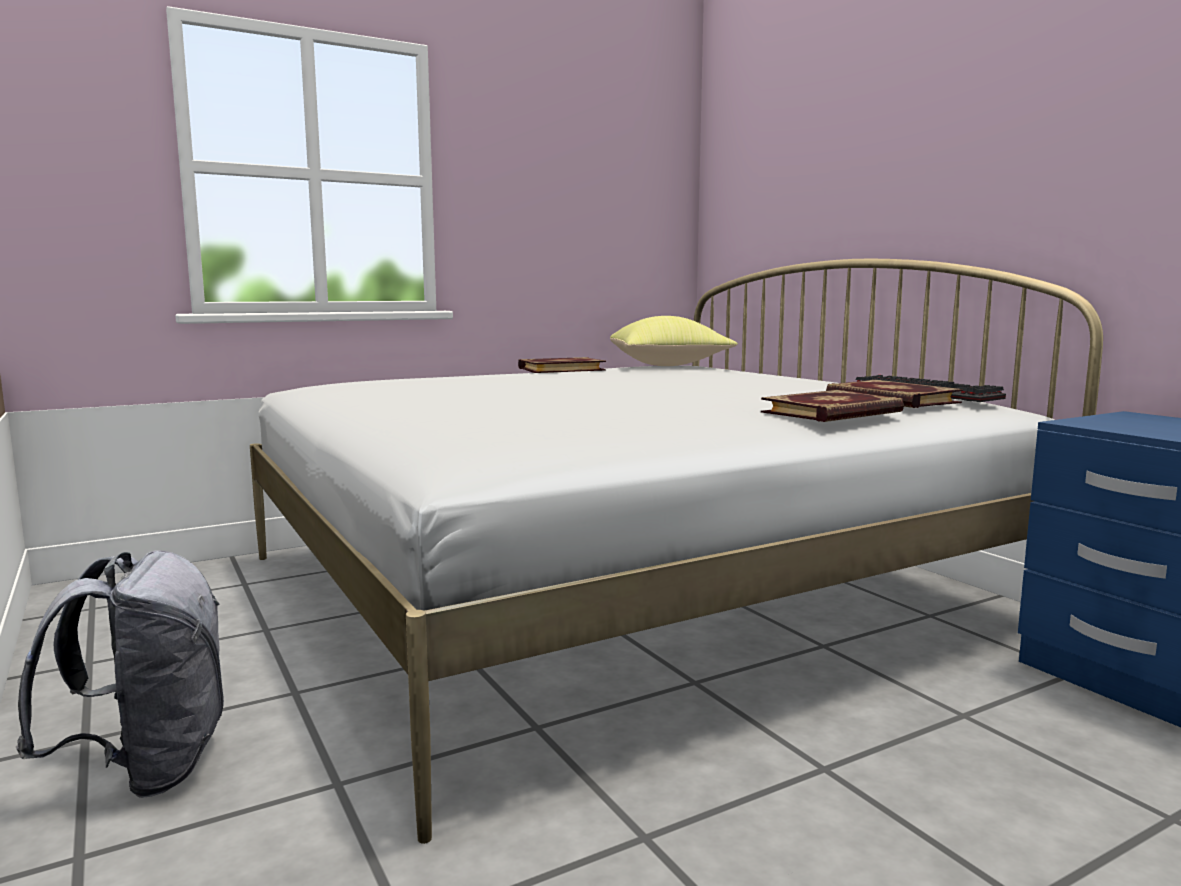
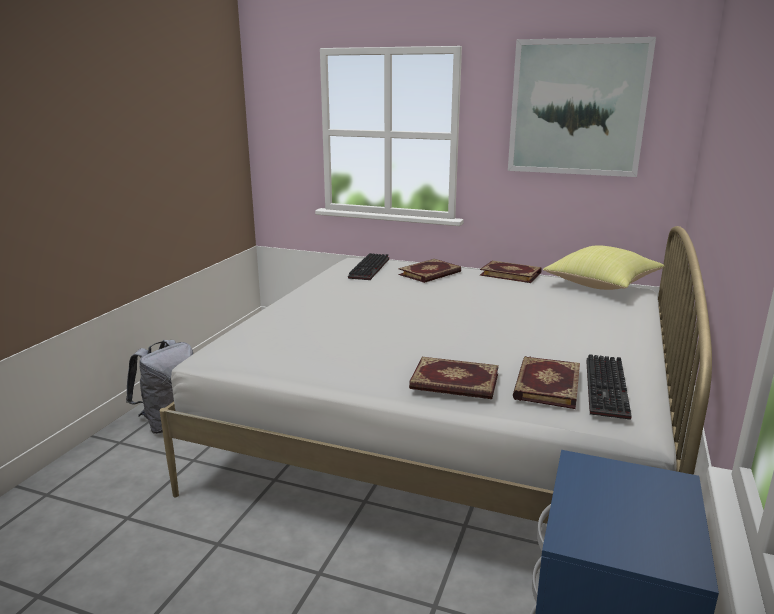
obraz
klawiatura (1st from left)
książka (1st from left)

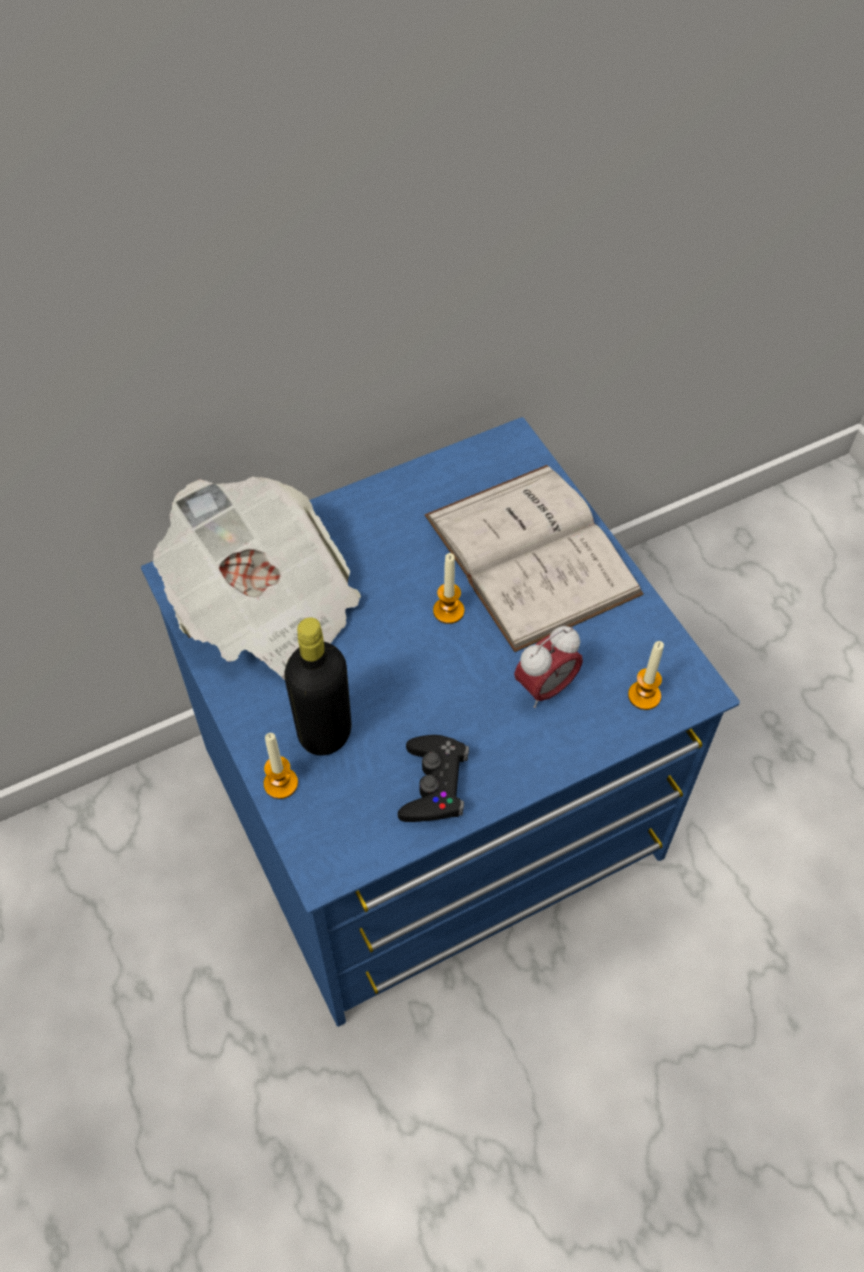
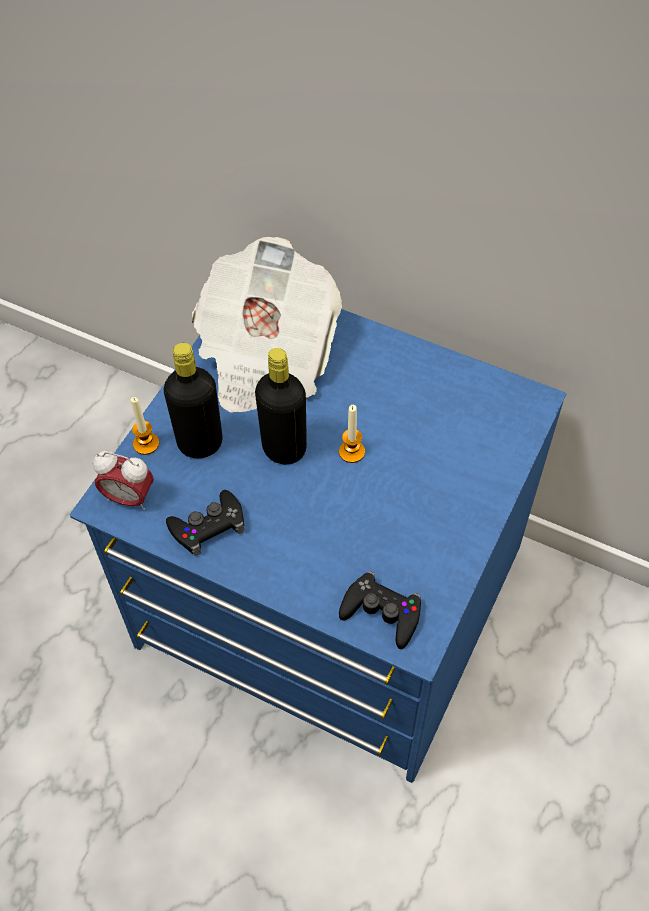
książka (biały)
budzik
pad do gier (czarny) (2nd from left)
butelka (czarny) (2nd from left)

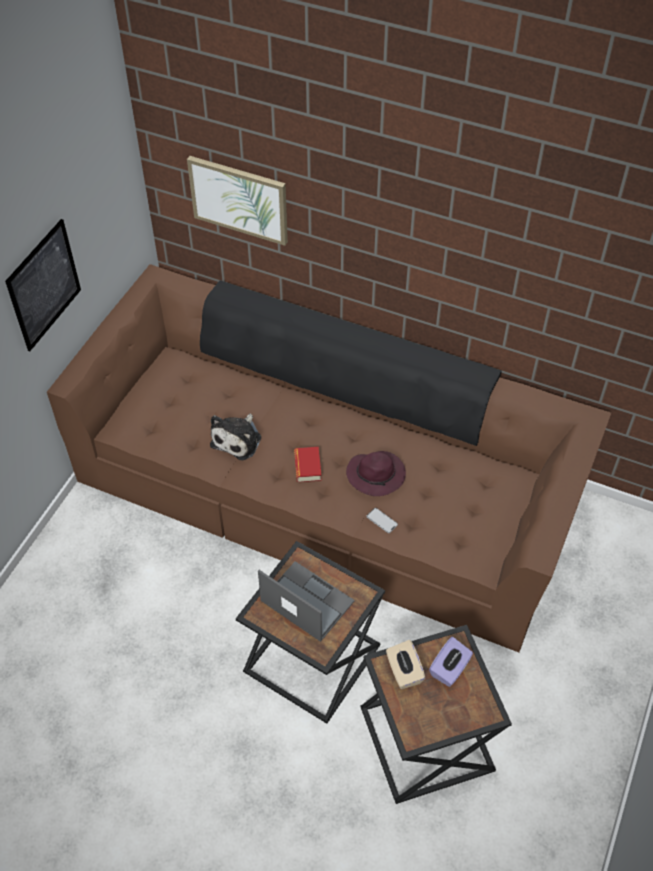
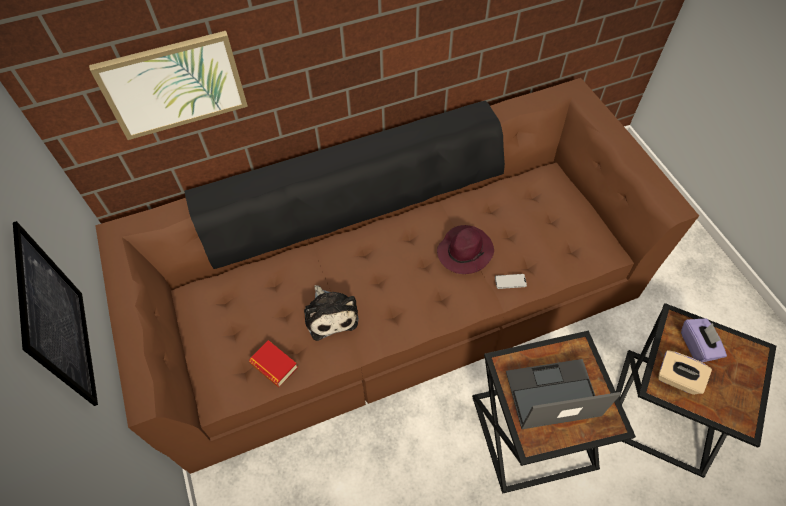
książka

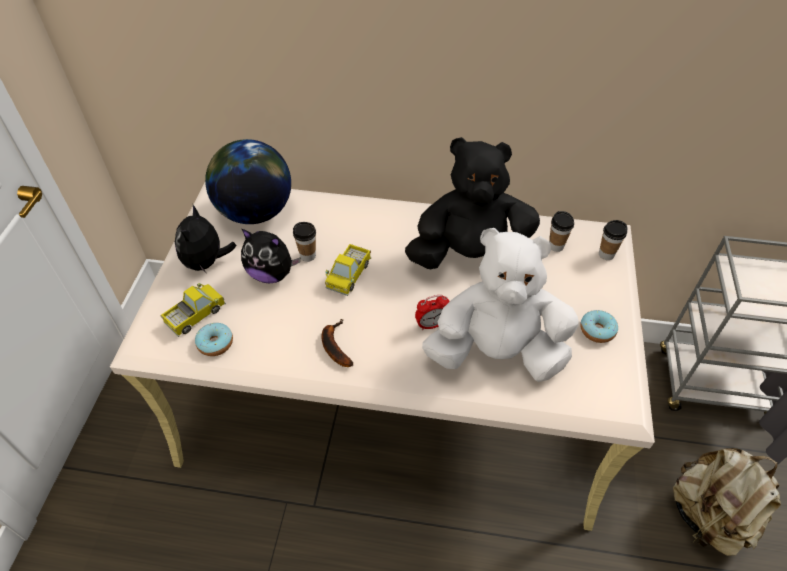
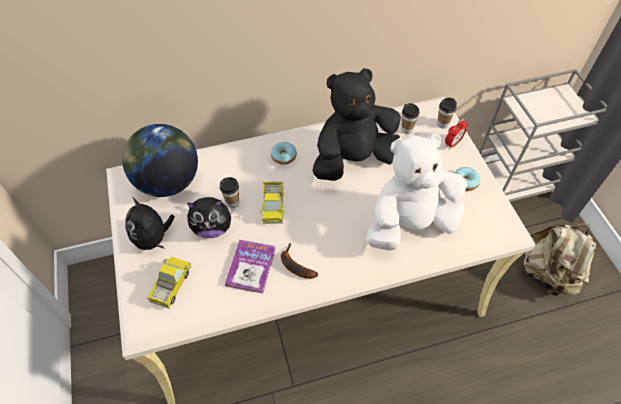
budzik
donut (1st from left)
książka

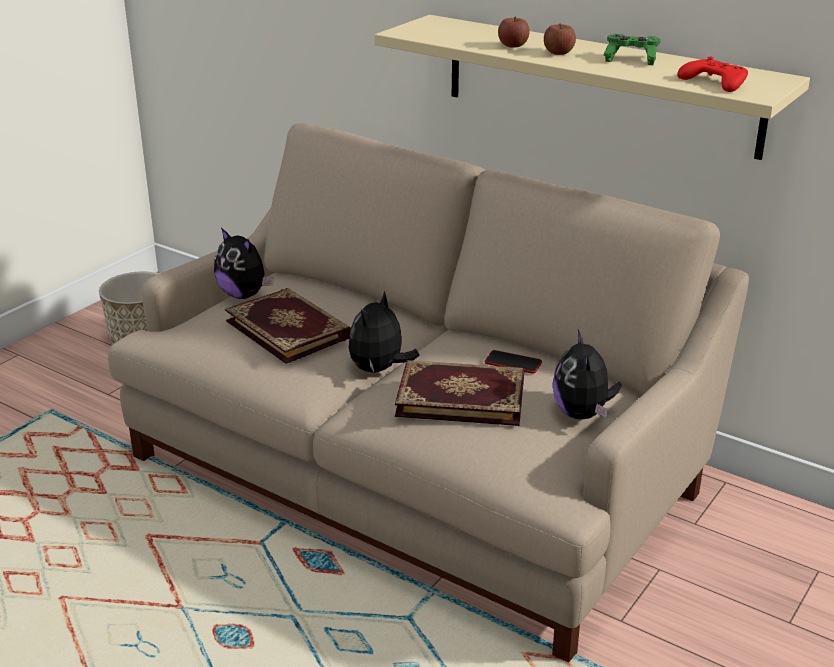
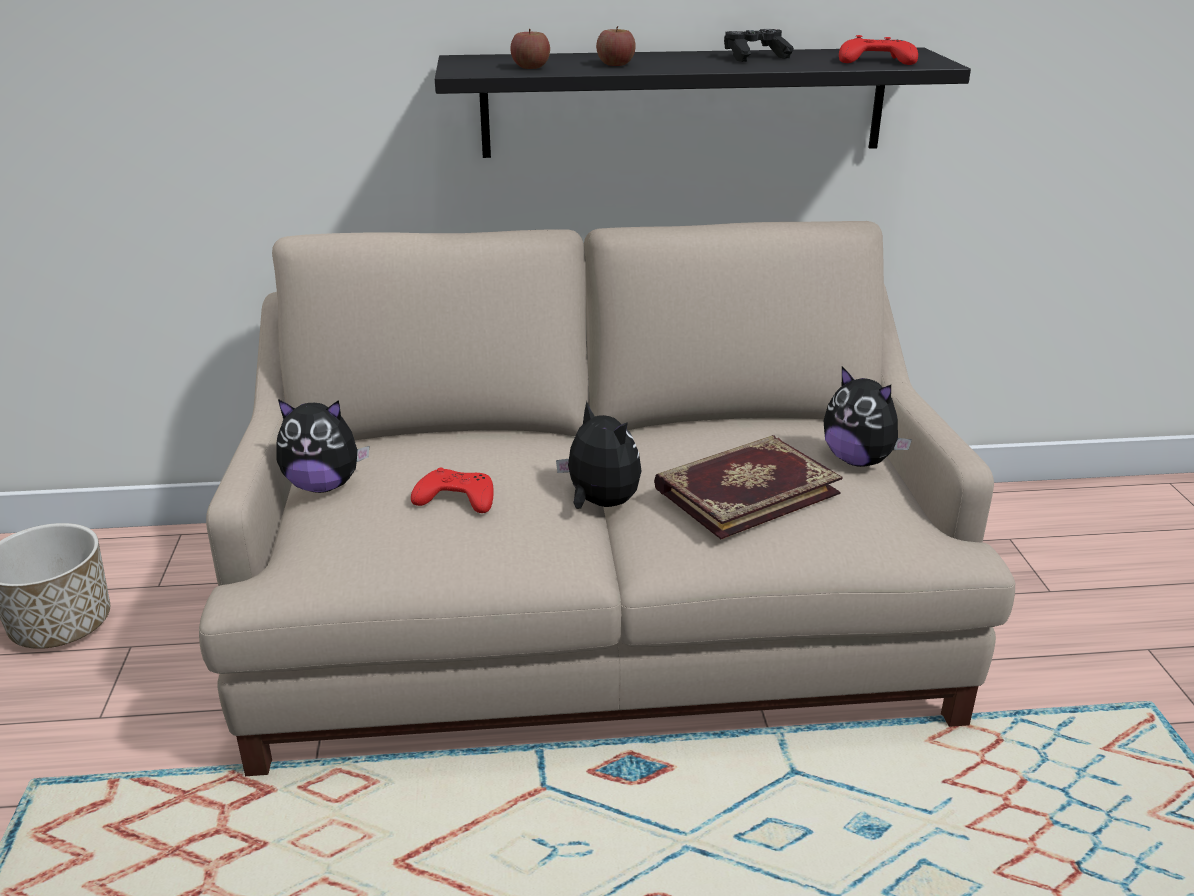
półka (czarny)
jabłko (1st from left)
pad do gier (czarny)
pad do gier (czerwony) (1st from left)
pluszak (2nd from left)
telefon

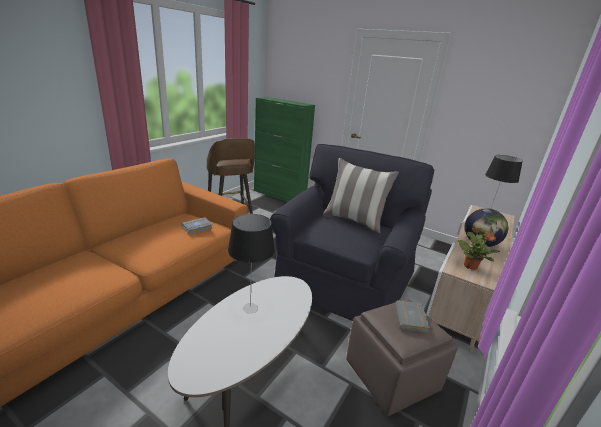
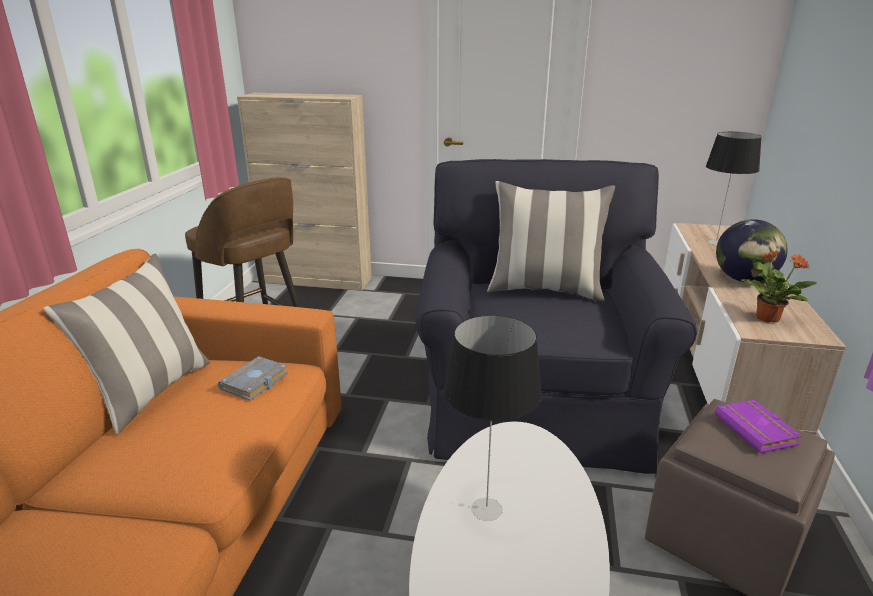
szafka (beżowy)
książka (fioletowy)
poduszka (1st from left)

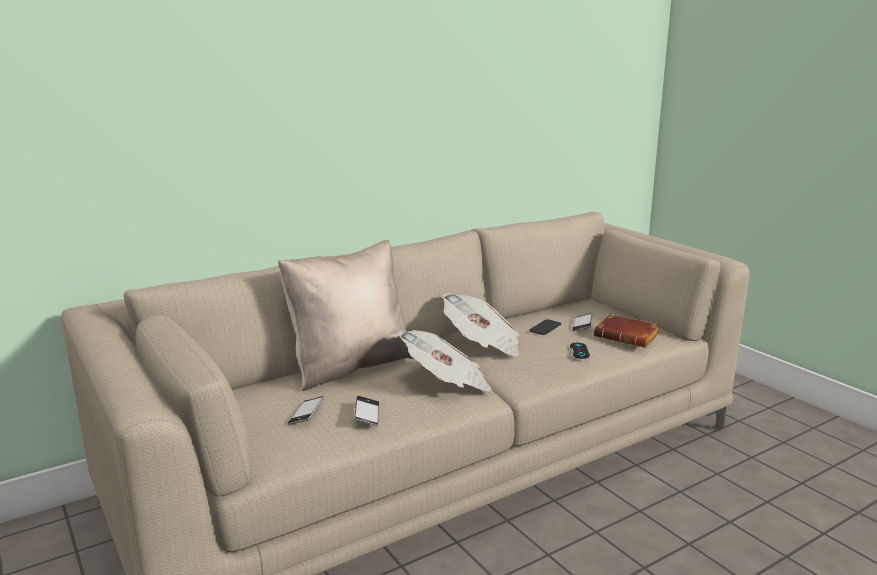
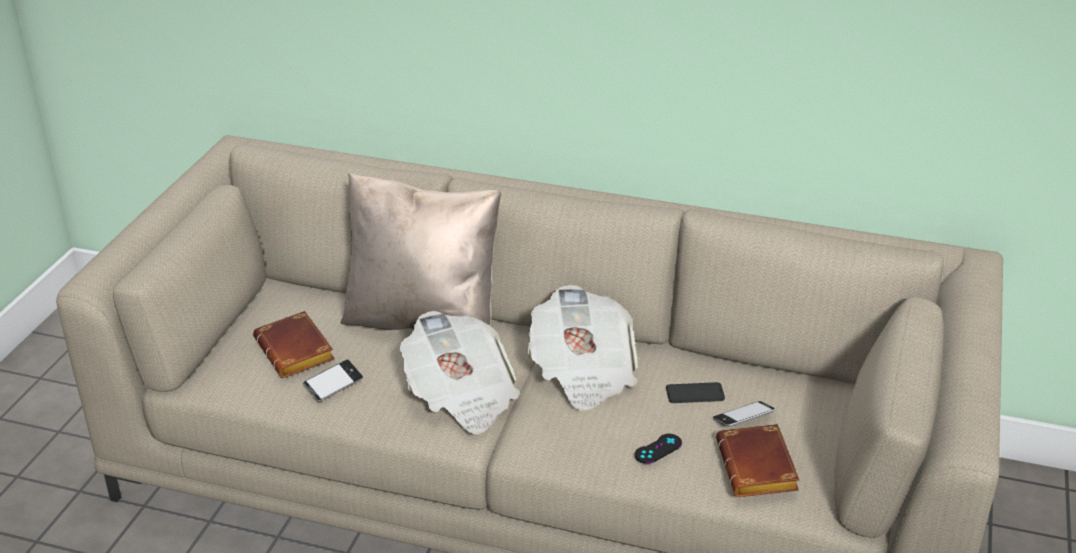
książka (brązowy) (1st from left)

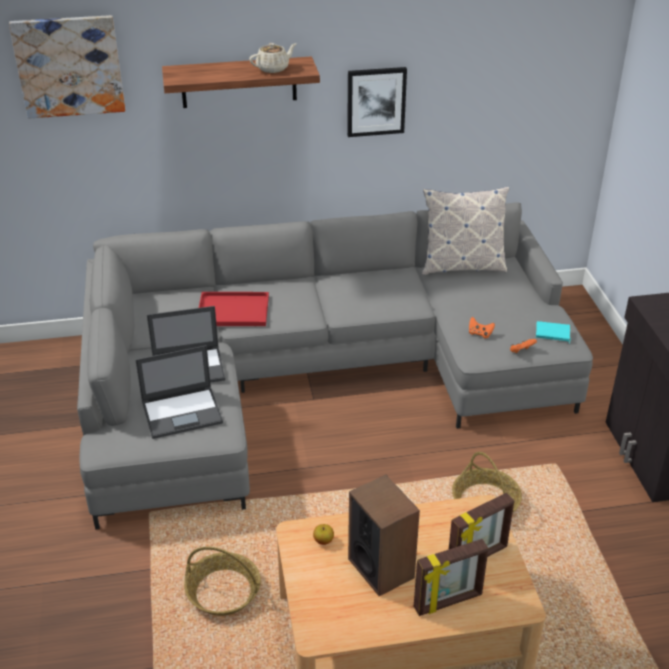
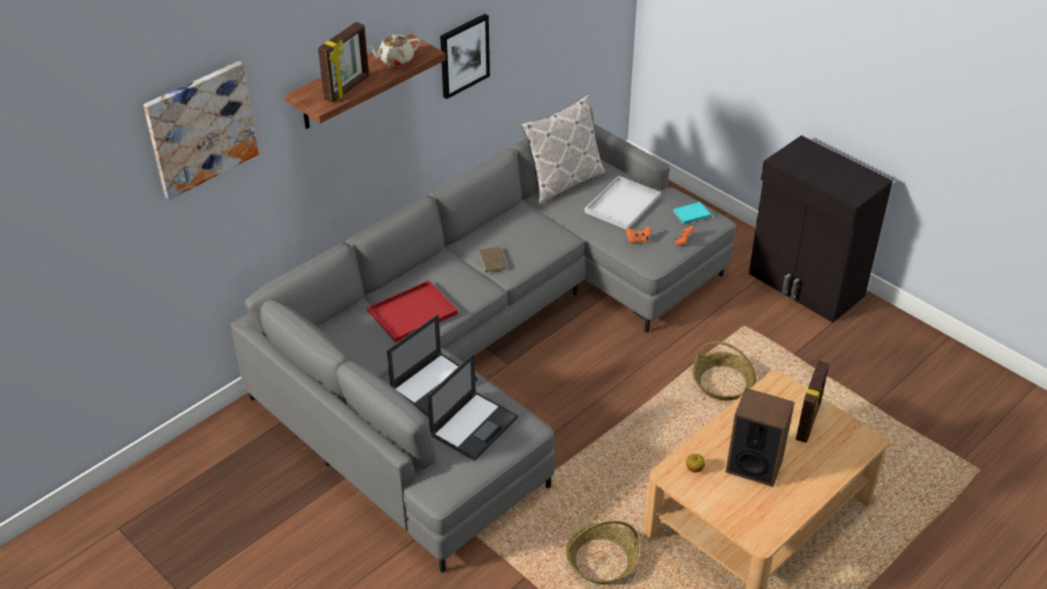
imbryk (beżowy)
ramka na zdjęcie (1st from left)
taca (biały)
książka (brązowy)

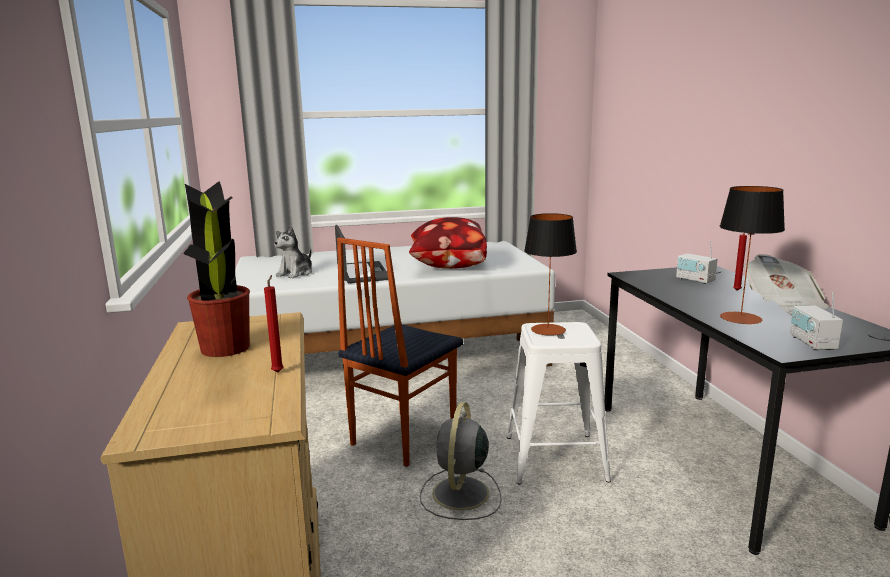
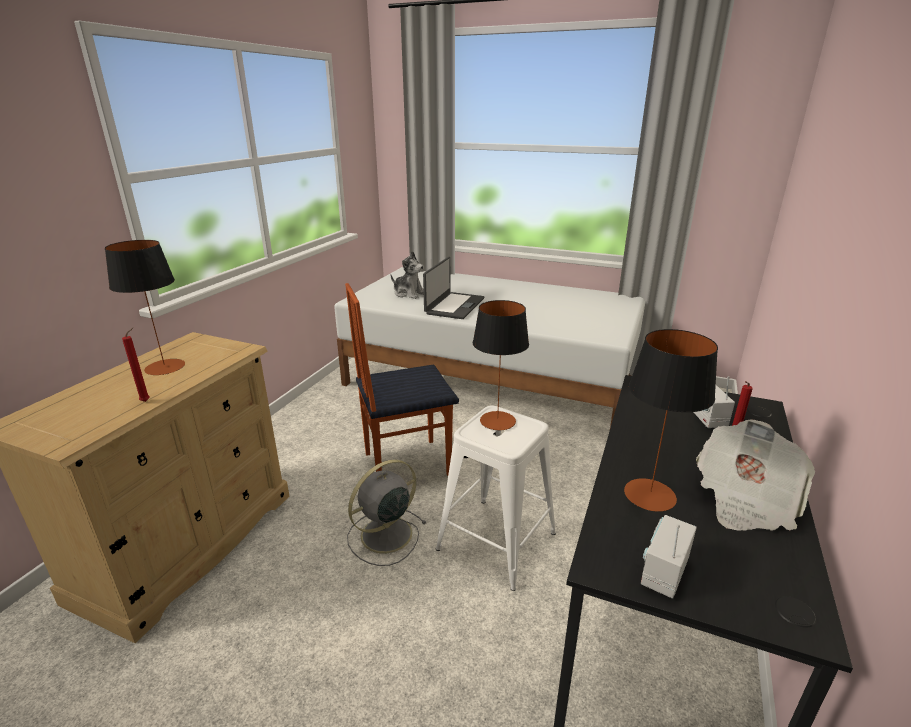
lampa stołowa (1st from left)
poduszka
pluszak

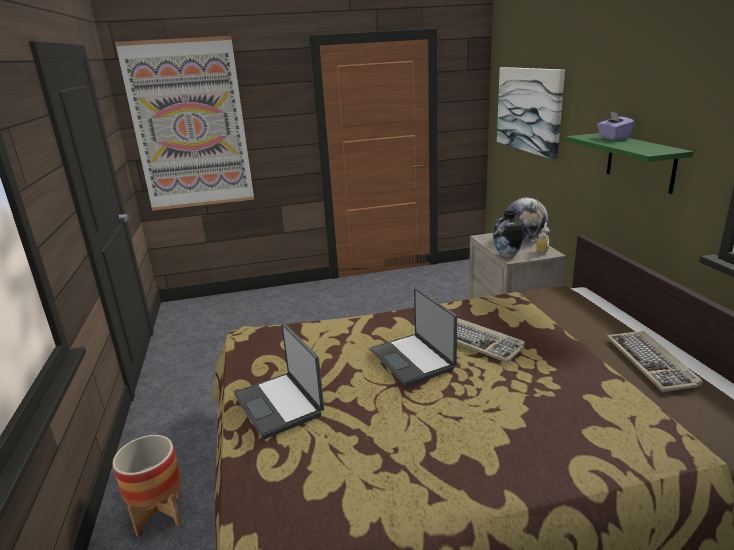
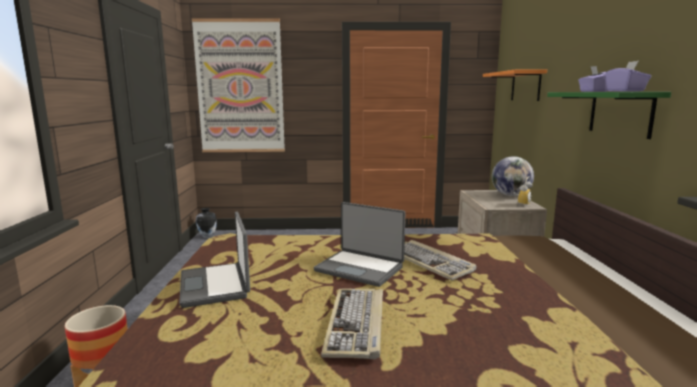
półka (pomarańczowy)
wazon
laptop (2nd from left)
klawiatura (1st from left)
pudełko chusteczek (fioletowy) (2nd from left)

